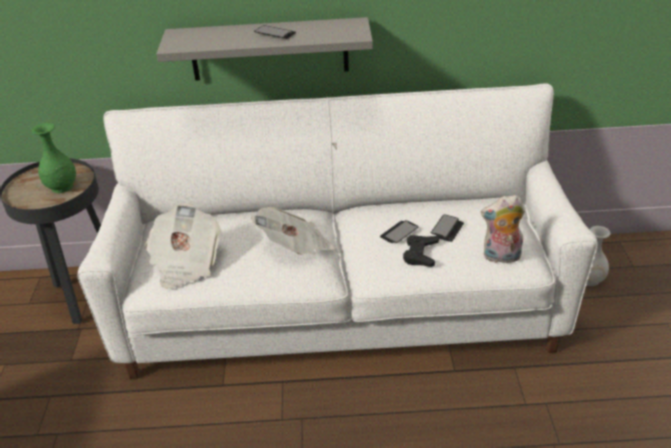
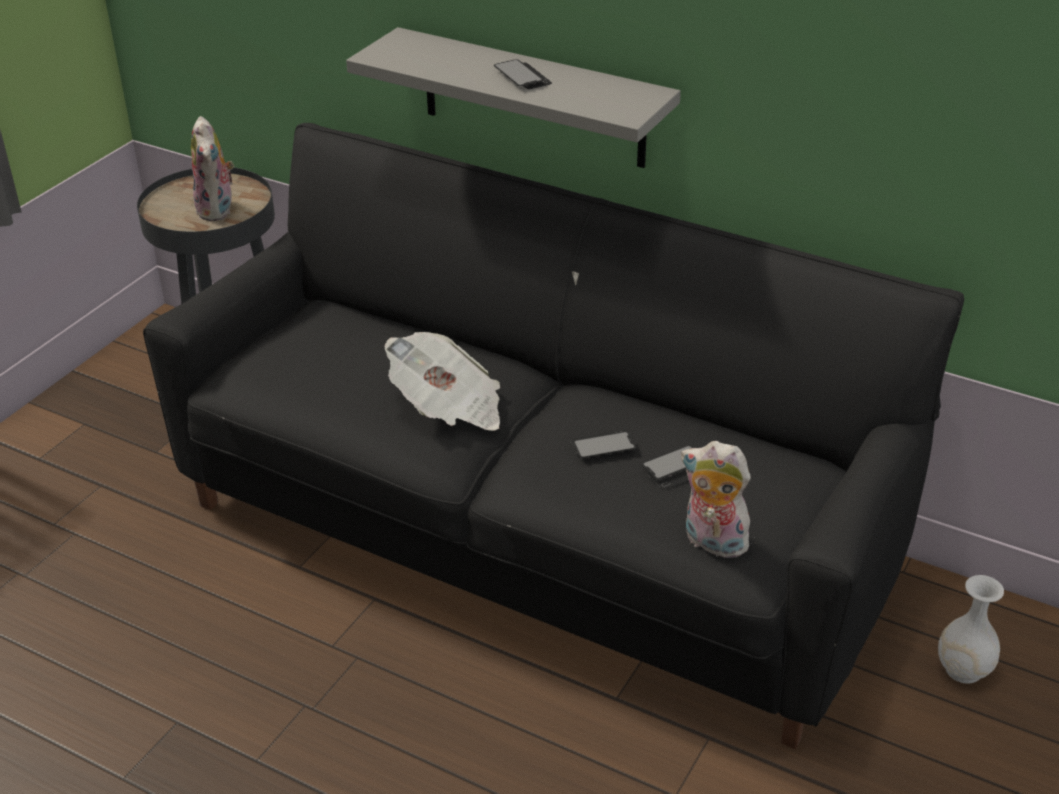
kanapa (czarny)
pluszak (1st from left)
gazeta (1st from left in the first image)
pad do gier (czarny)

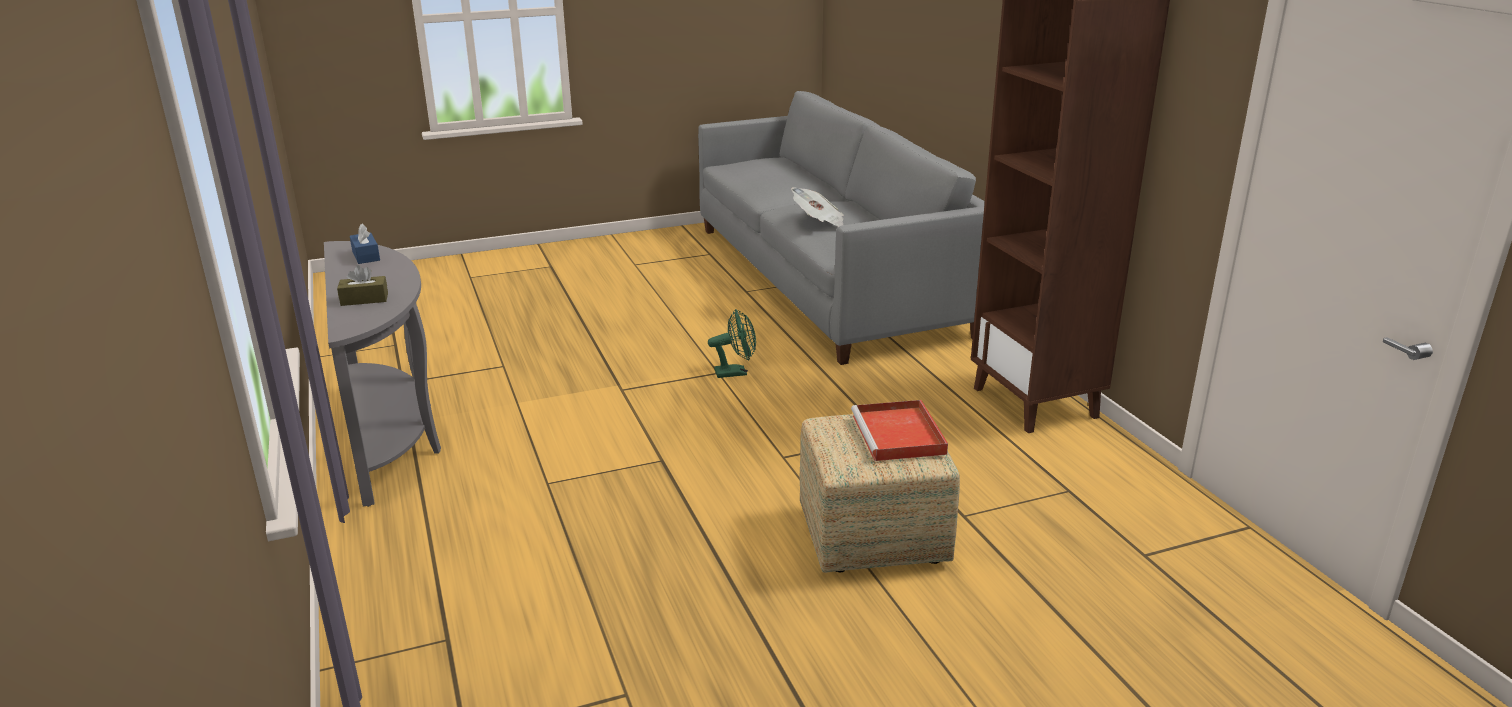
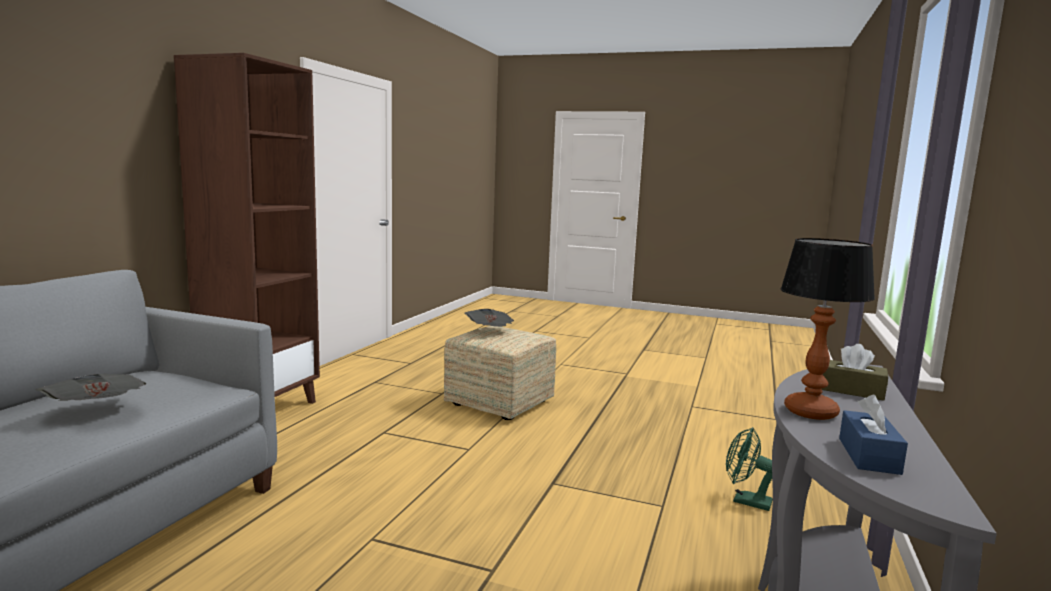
wentylator (zielony)
gazeta (2nd from left)
lampa stołowa

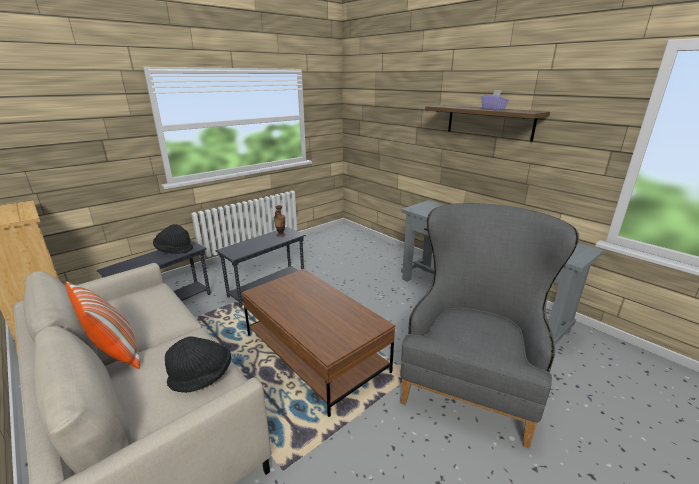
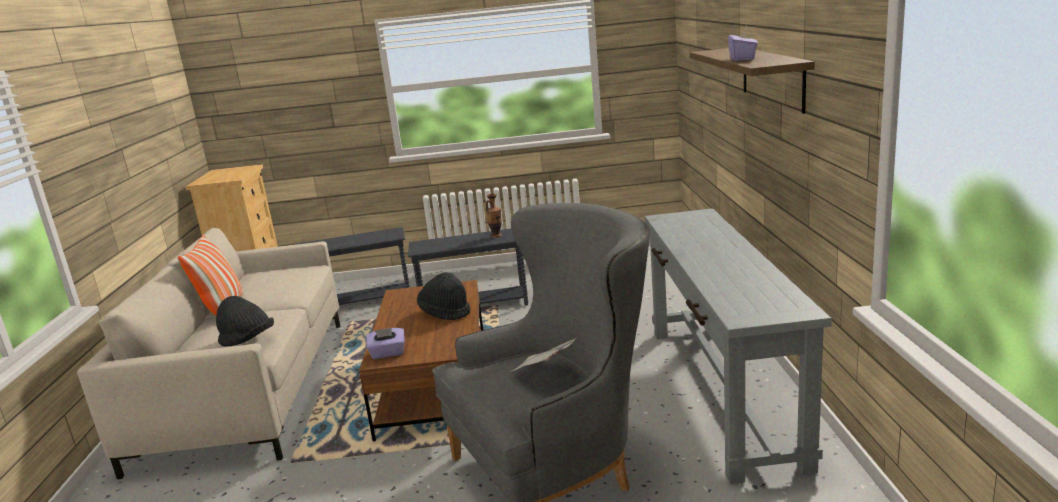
kapelusz (czarny) (2nd from left)
pudełko chusteczek (fioletowy) (1st from left)
gazeta

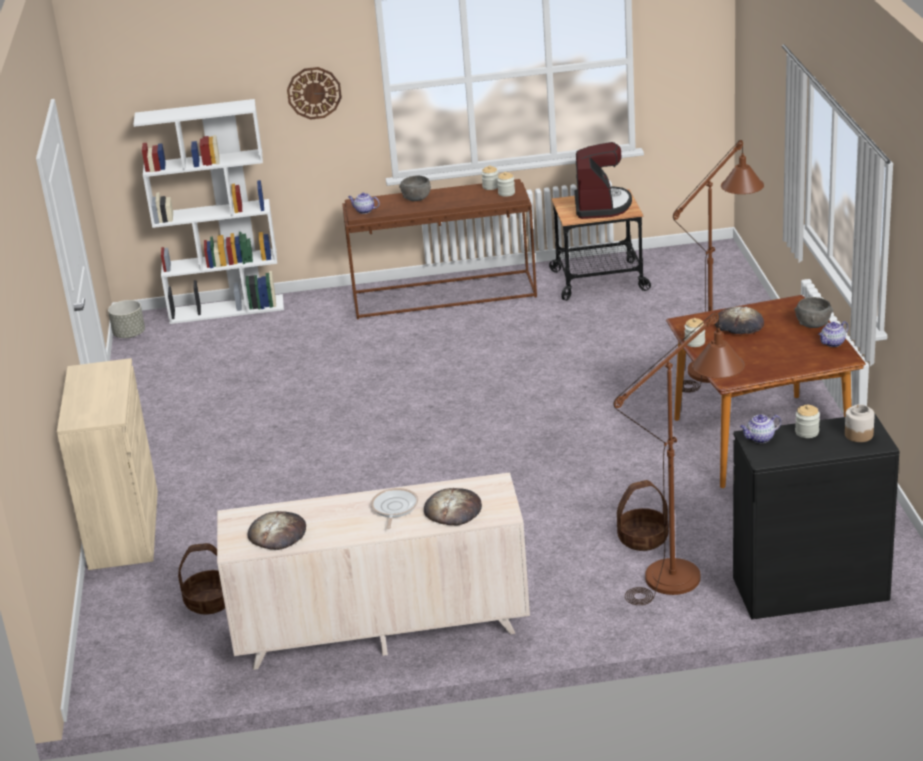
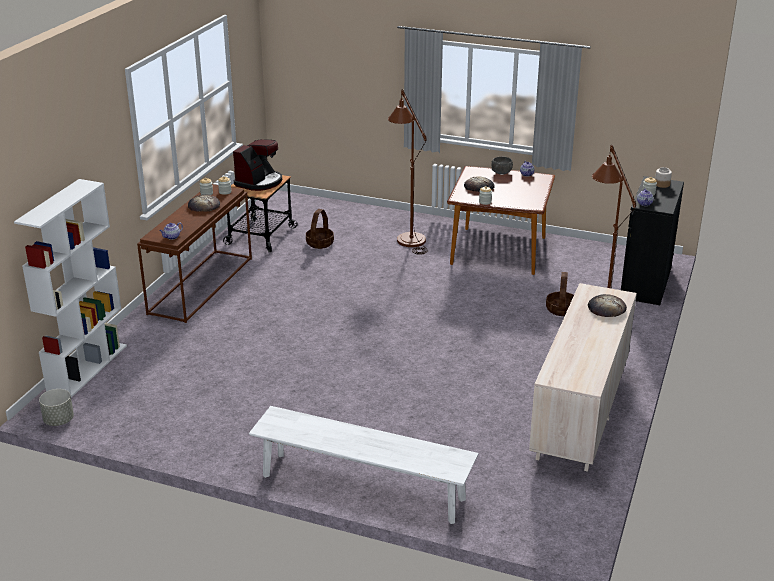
zegar ścienny
ekspres do kawy
miska (szary) (1st from left in the first image)
ławka (biały)
patelnia
chleb (1st from left)
koszyk (1st from left)

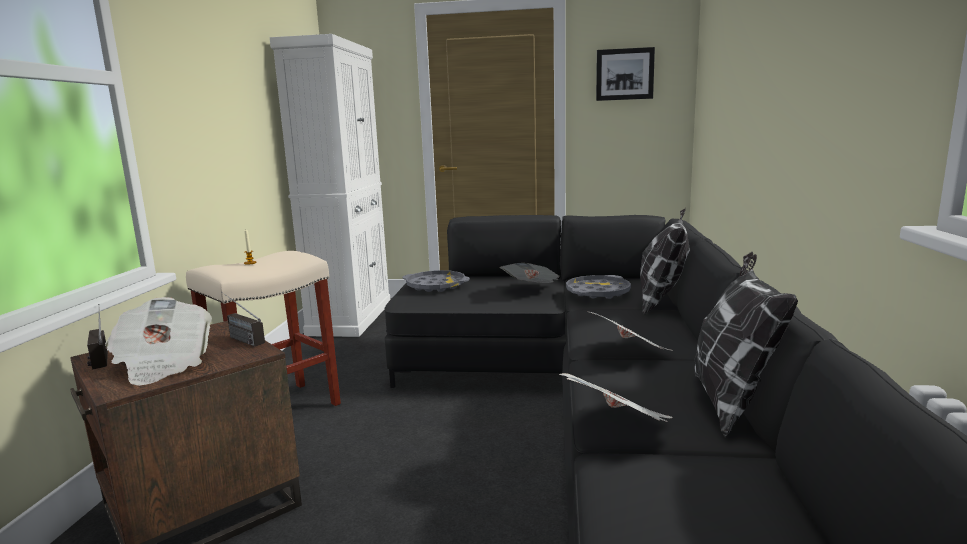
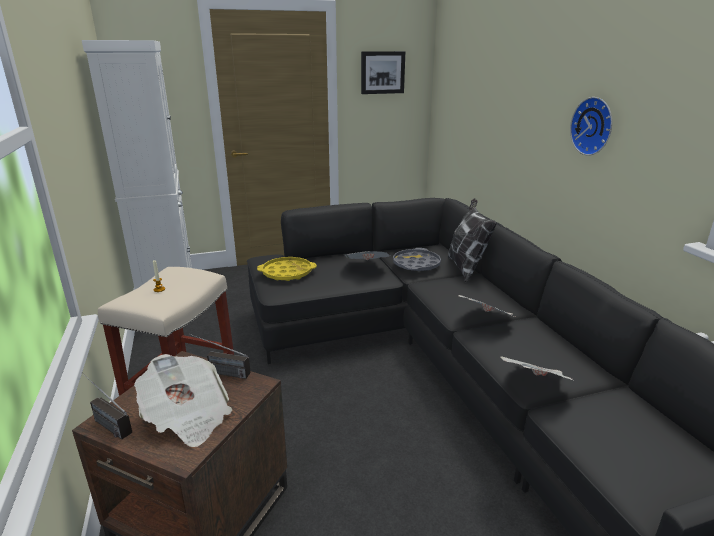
poduszka (2nd from left in the first image)
taca (żółty)
zegar ścienny

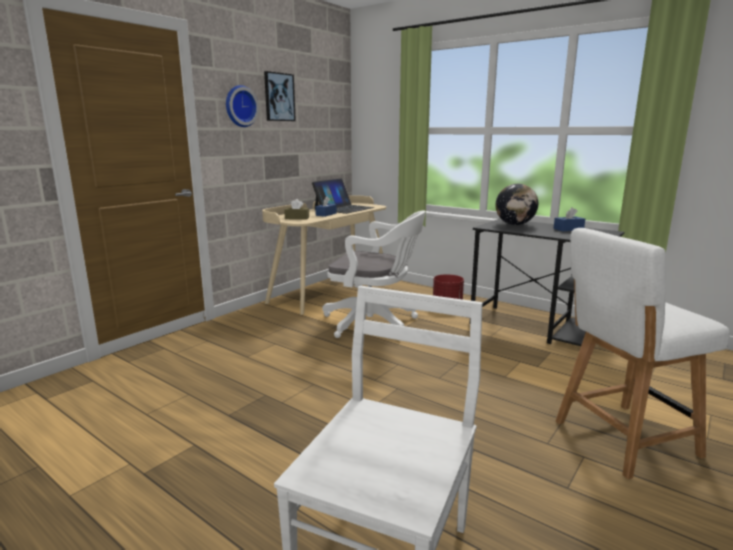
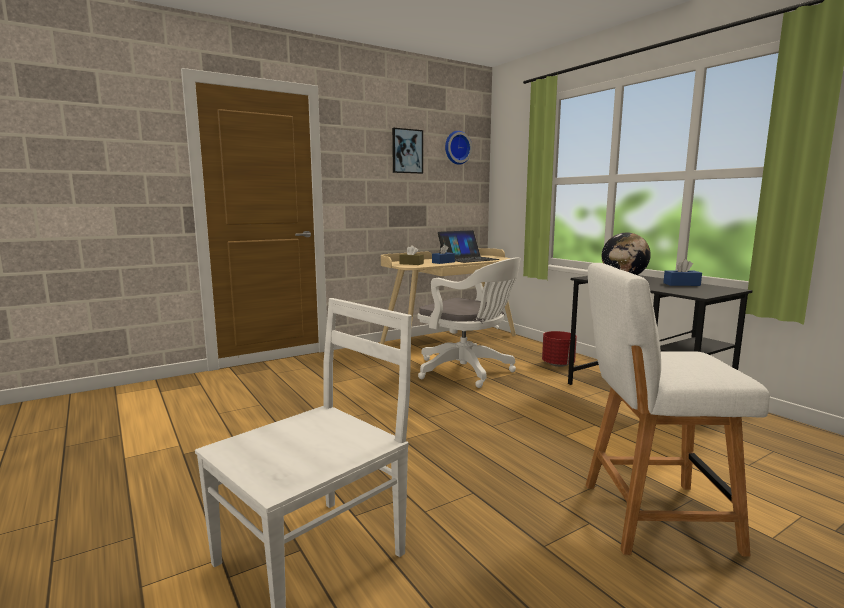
zegar ścienny

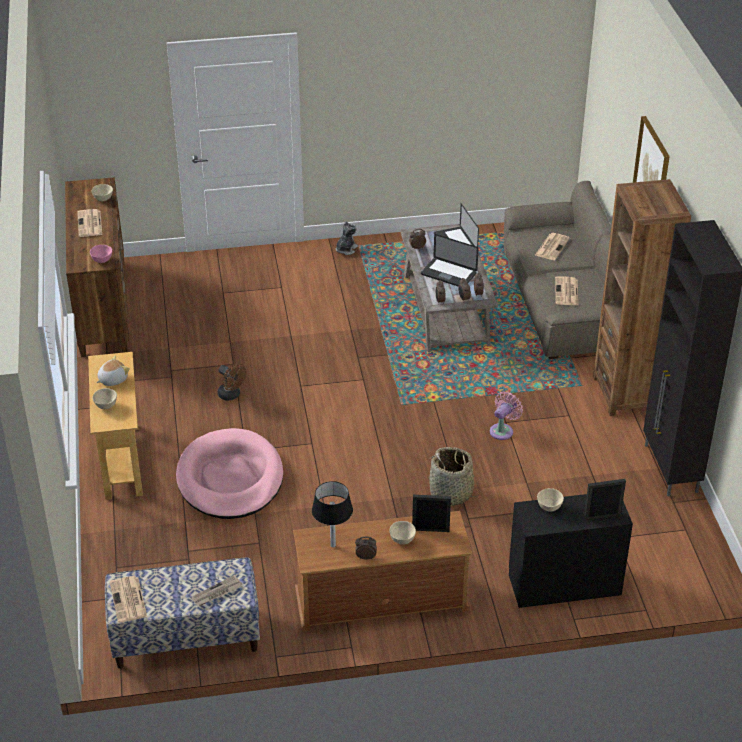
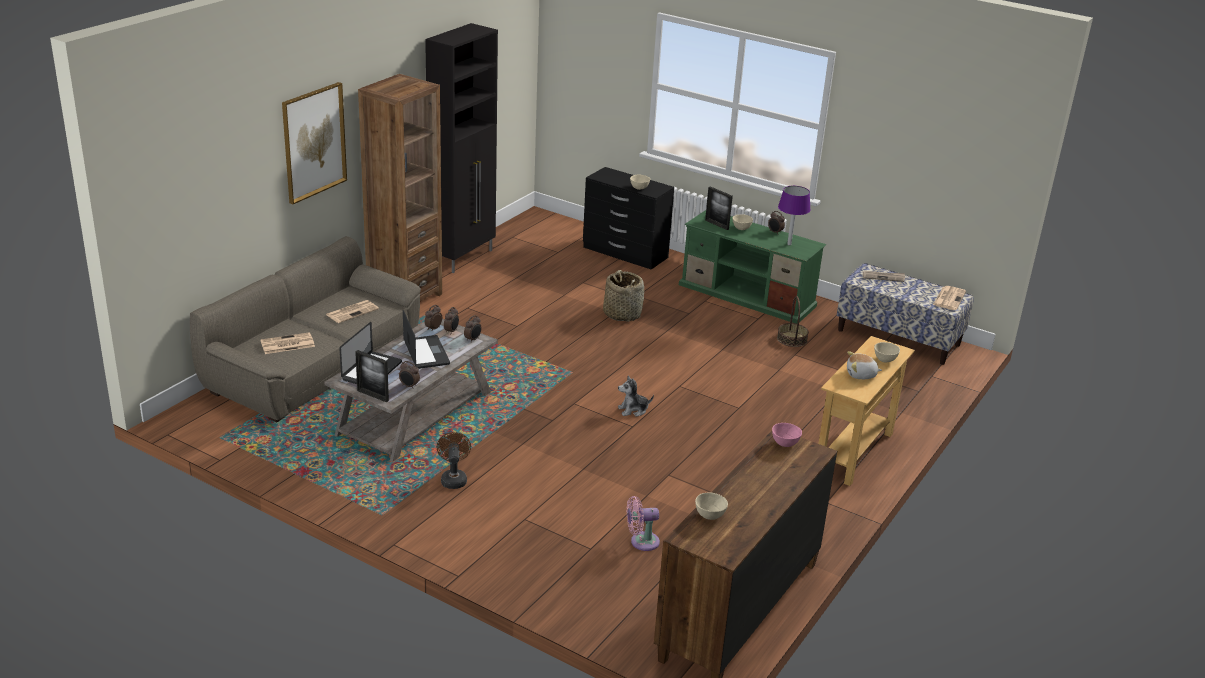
gazeta (1st from left in the first image)
pluszak (1st from left)
wentylator (brązowy)
wentylator (różowy)
legowisko (różowy)
ramka na zdjęcie (1st from left)
lampa stołowa (fioletowy)
szafka pod telewizor (zielony)
koszyk (2nd from left)

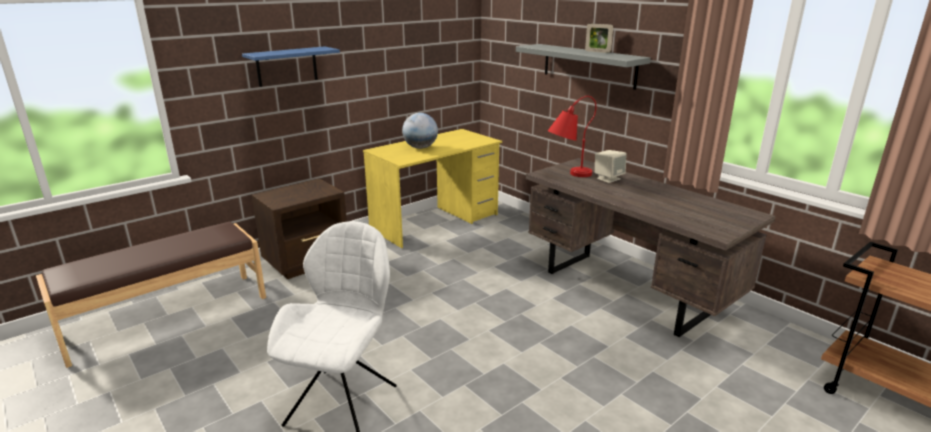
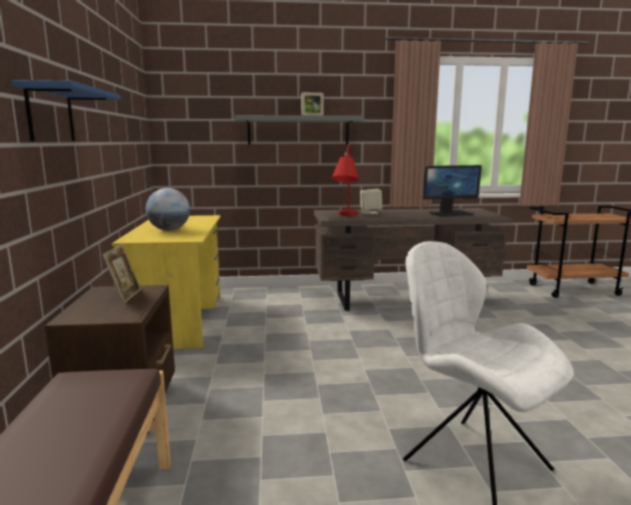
monitor
ramka na zdjęcie (1st from left)

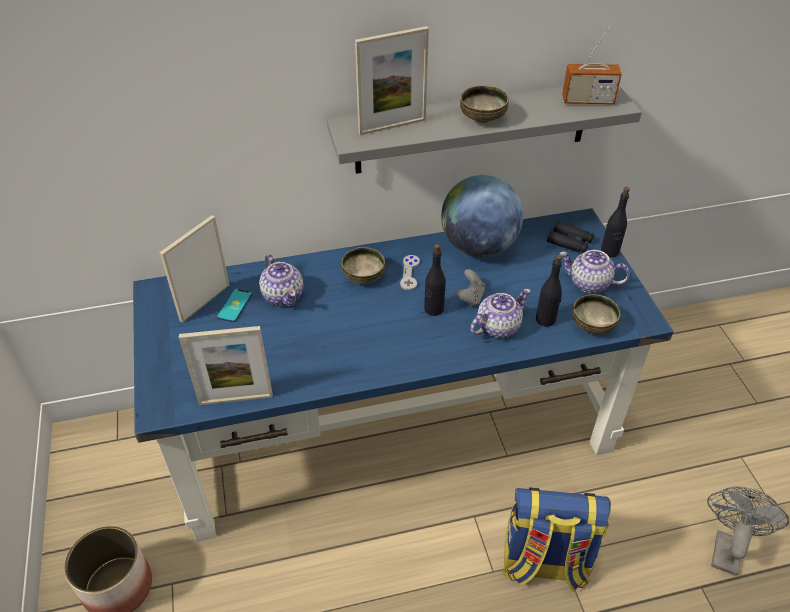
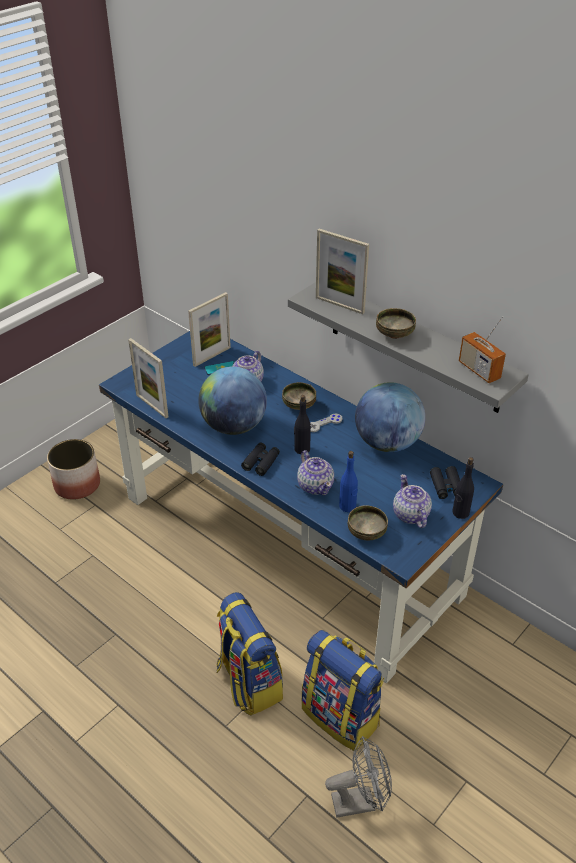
ramka na zdjęcie (2nd from left)
butelka (niebieski)
pad do gier (szary) (2nd from left in the first image)
imbryk (2nd from left)
globus (1st from left)
lornetka (czarny) (1st from left)
plecak (2nd from left)

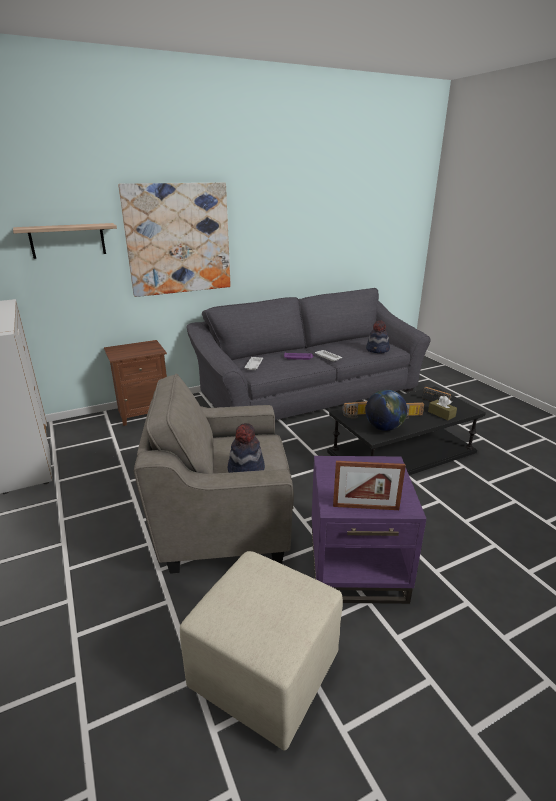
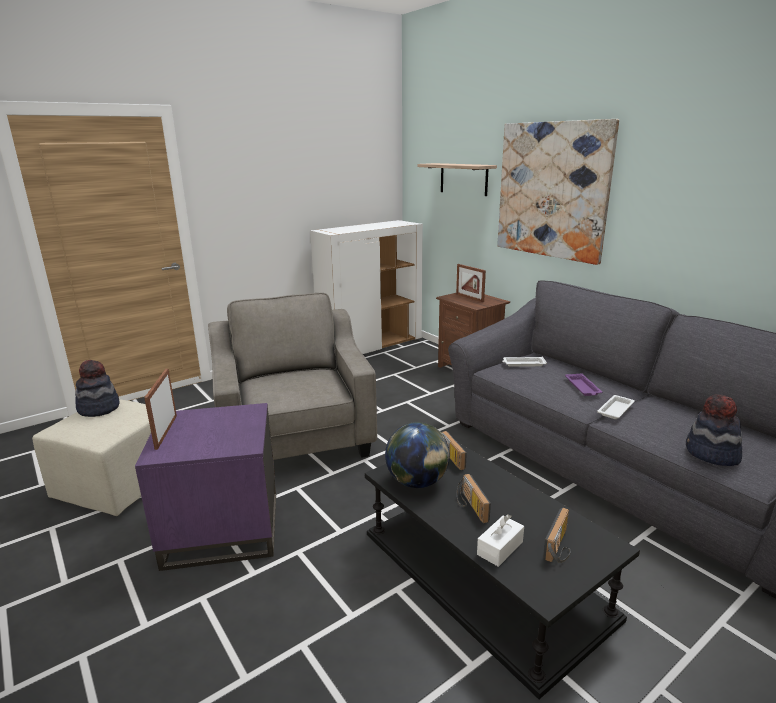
pudełko chusteczek (biały)
kapelusz (1st from left)
ramka na zdjęcie (2nd from left)

